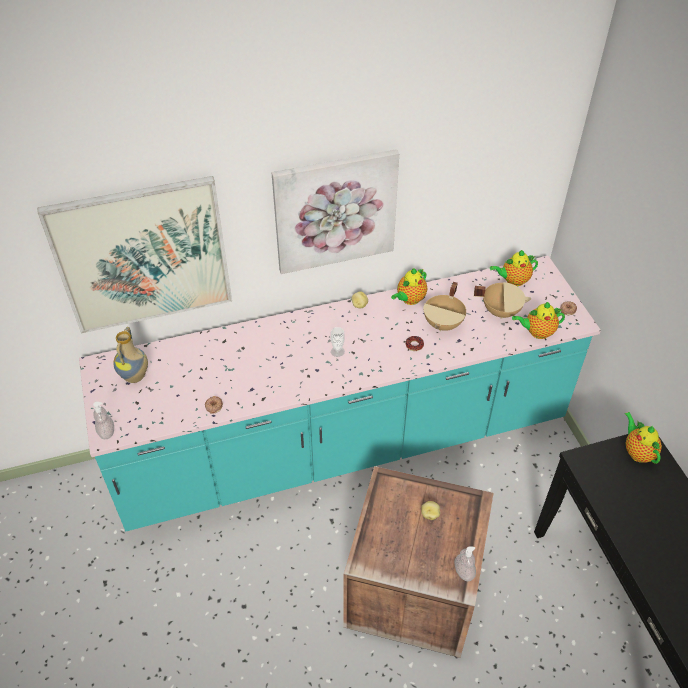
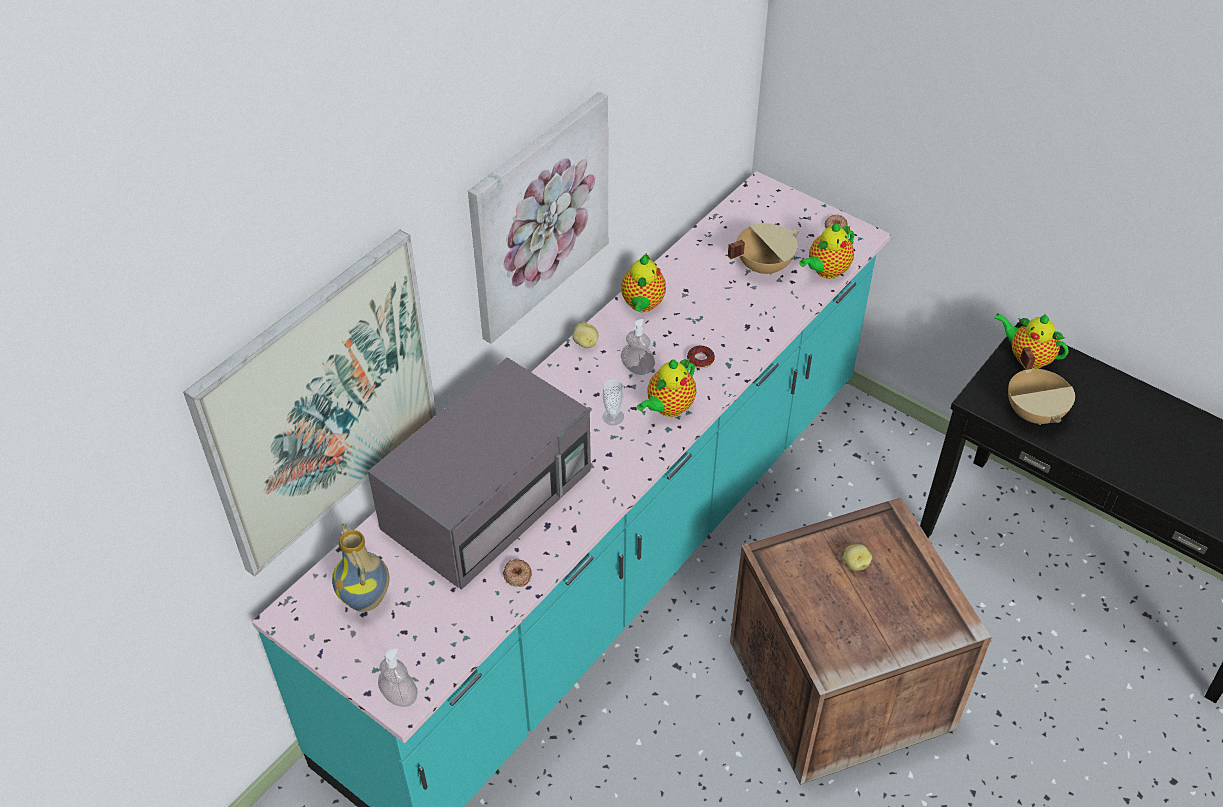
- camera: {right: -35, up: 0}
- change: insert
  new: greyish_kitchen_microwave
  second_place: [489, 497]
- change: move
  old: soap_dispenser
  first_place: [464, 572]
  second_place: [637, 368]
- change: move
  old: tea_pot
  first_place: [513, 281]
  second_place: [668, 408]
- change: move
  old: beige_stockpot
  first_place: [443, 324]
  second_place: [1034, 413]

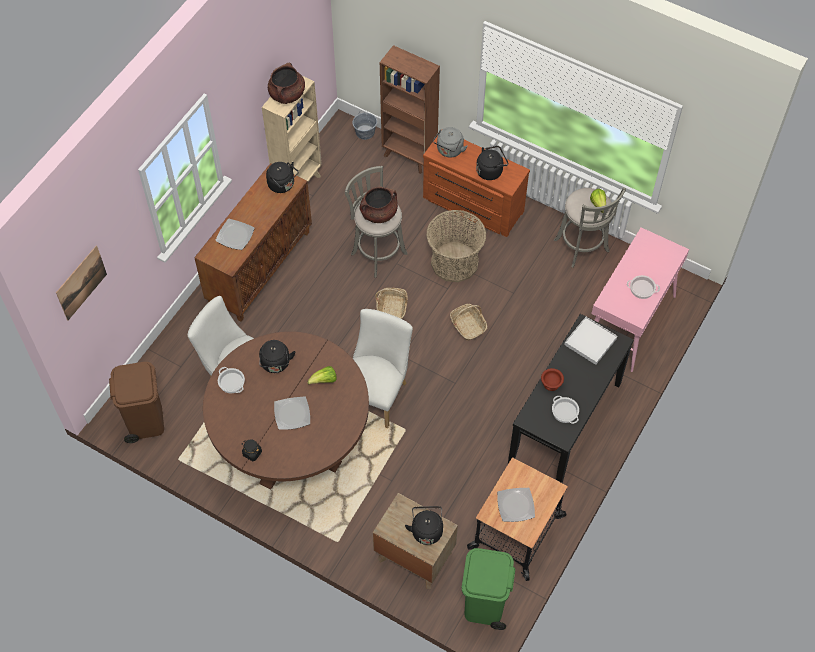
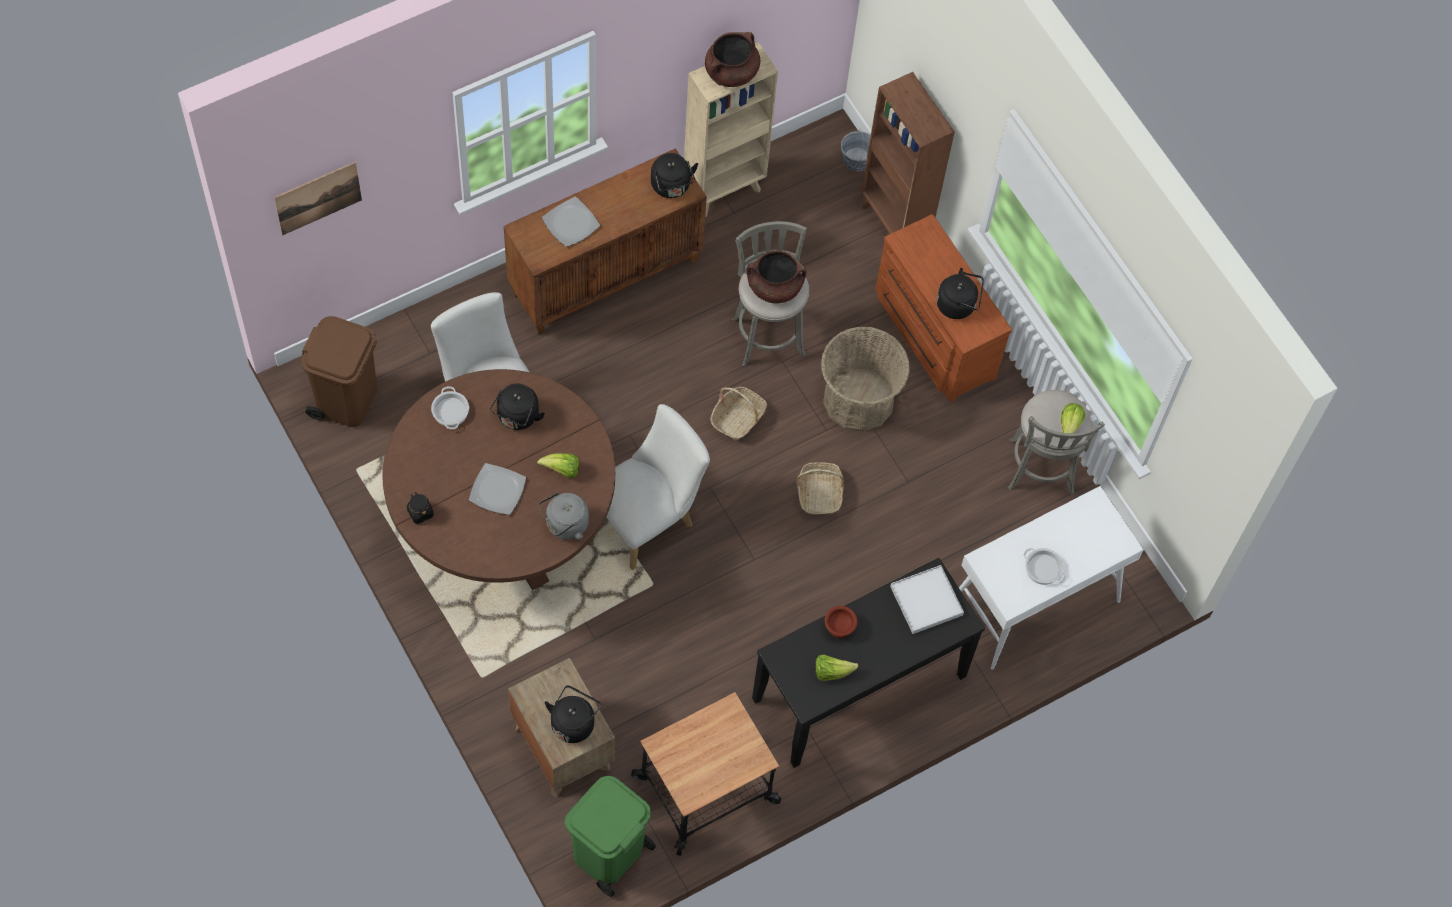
- camera: {right: 25, up: 5}
- change: move
  old: greyish_water_kettle
  first_place: [449, 151]
  second_place: [565, 525]
- change: replace
  old: stockpot
  new: lettuce
  first_place: [564, 411]
  second_place: [831, 671]
- change: recolor
  old: pink-coloured_console_table
  new: whitish_console_table
  first_place: [629, 322]
  second_place: [1033, 603]
- change: delete
  old: plate
  first_place: [515, 506]

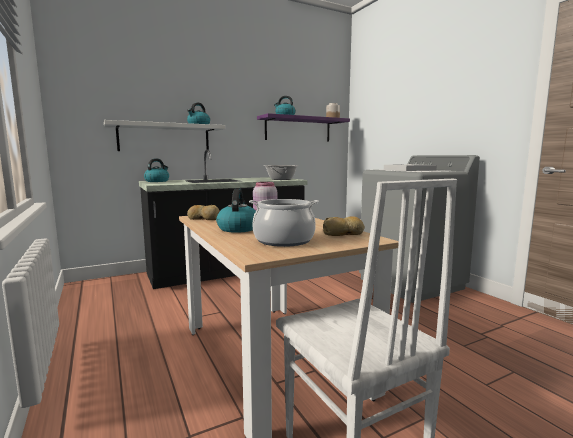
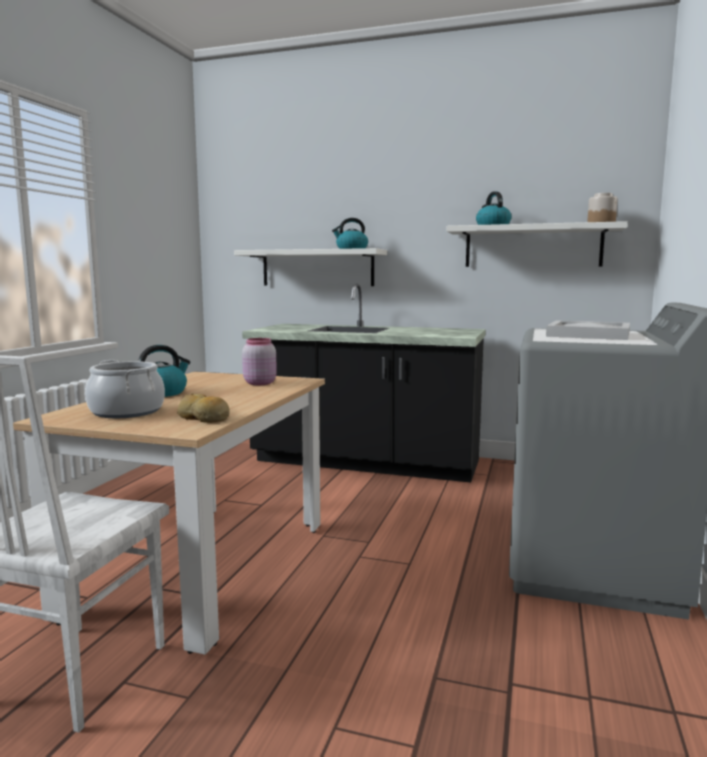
- camera: {right: 45, up: 0}
- change: recolor
  old: purple-coloured_wall_shelf
  new: whitish_wall_shelf
  first_place: [298, 129]
  second_place: [532, 246]
- change: delete
  old: water_kettle
  first_place: [157, 181]
- change: delete
  old: baked_bread
  first_place: [204, 218]
- change: delete
  old: stockpot
  first_place: [281, 179]

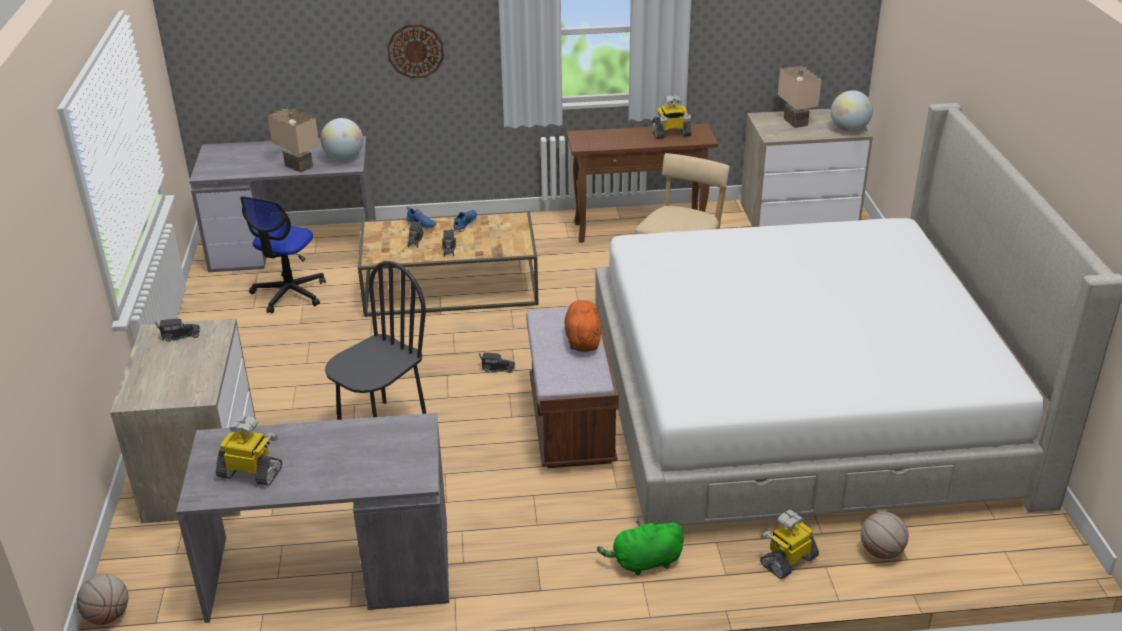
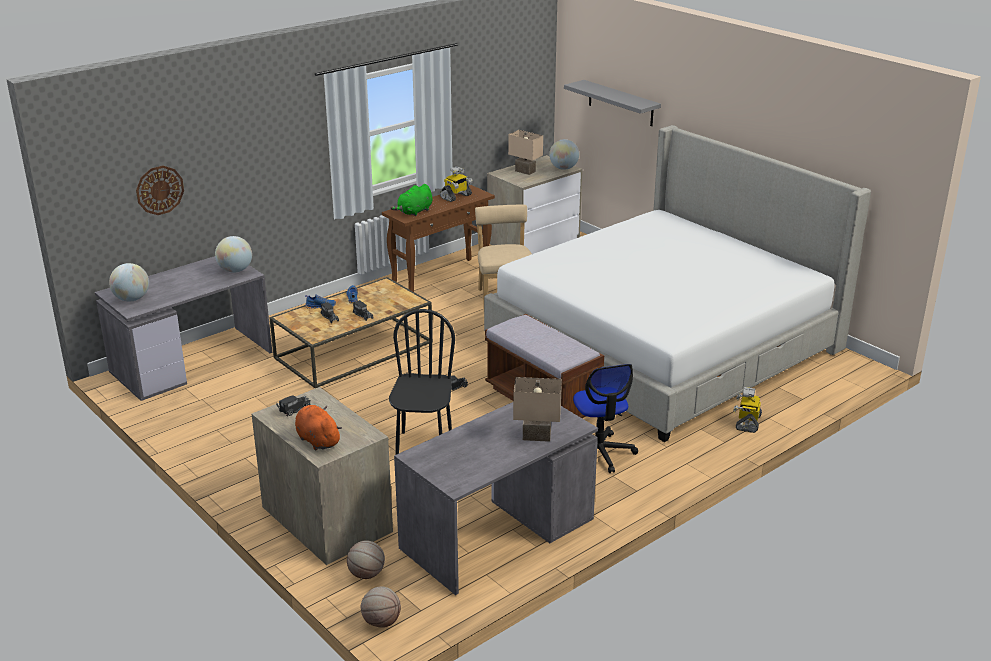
- camera: {right: -35, up: -5}
- change: insert
  new: desk_globe
  second_place: [132, 299]
- change: move
  old: hanging_clock
  first_place: [415, 51]
  second_place: [159, 190]
- change: move
  old: orange-coloured_plush_toy
  first_place: [582, 339]
  second_place: [317, 440]
- change: move
  old: basketball
  first_place: [881, 552]
  second_place: [366, 574]
- change: move
  old: green_plush_toy
  first_place: [644, 562]
  second_place: [414, 212]
- change: move
  old: beige_lamp_for_a_table
  first_place: [297, 167]
  second_place: [536, 437]
- change: insert
  new: greyish_wall_shelf
  second_place: [620, 103]
- change: move
  old: computer_chair
  first_place: [289, 294]
  second_place: [599, 453]
- change: delete
  old: toy_robot
  first_place: [251, 472]

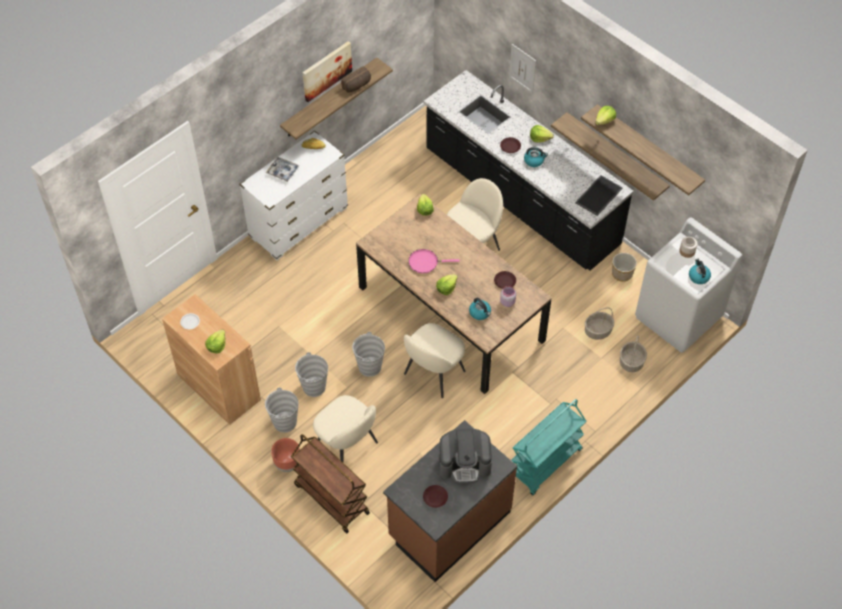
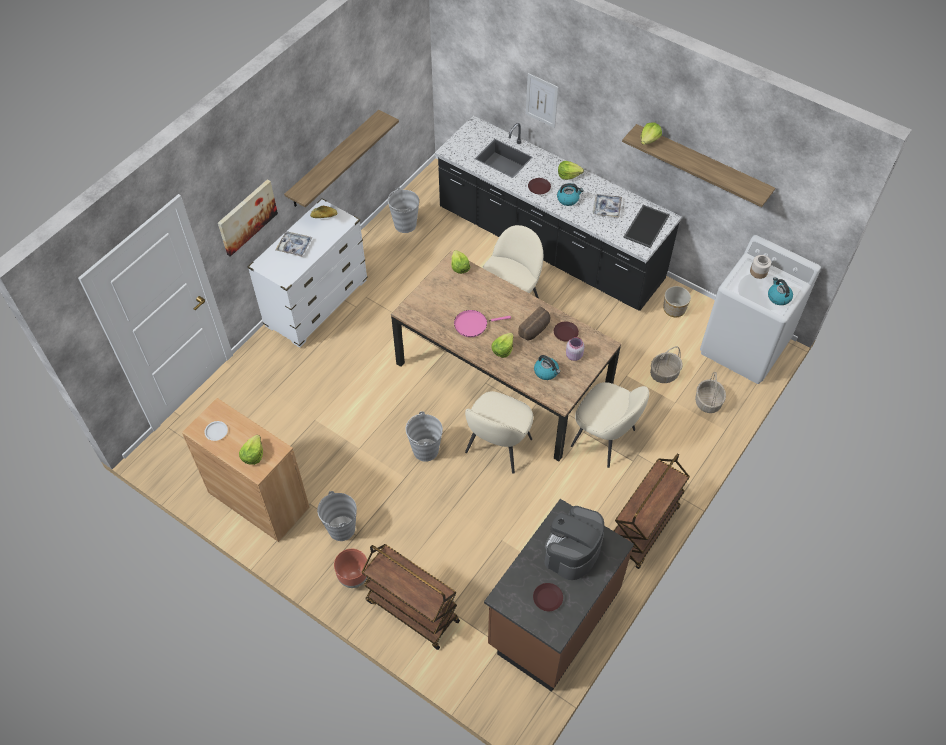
- camera: {right: -10, up: 0}
- change: move
  old: wall_picture
  first_place: [326, 70]
  second_place: [247, 217]
- change: move
  old: greyish_pail
  first_place: [313, 387]
  second_place: [405, 224]
- change: move
  old: baked_bread
  first_place: [357, 85]
  second_place: [535, 330]
- change: rotate
  old: coffee_maker
  first_place: [464, 463]
  second_place: [572, 550]
  degrees: 135
- change: move
  old: beige_chair
  first_place: [347, 446]
  second_place: [605, 439]
- change: insert
  new: carrying_tray
  second_place: [607, 208]
- change: recolor
  old: turquoise-coloured_cart
  new: brown_cart
  first_place: [545, 463]
  second_place: [644, 529]
- change: delete
  old: wall_shelf
  first_place: [616, 155]

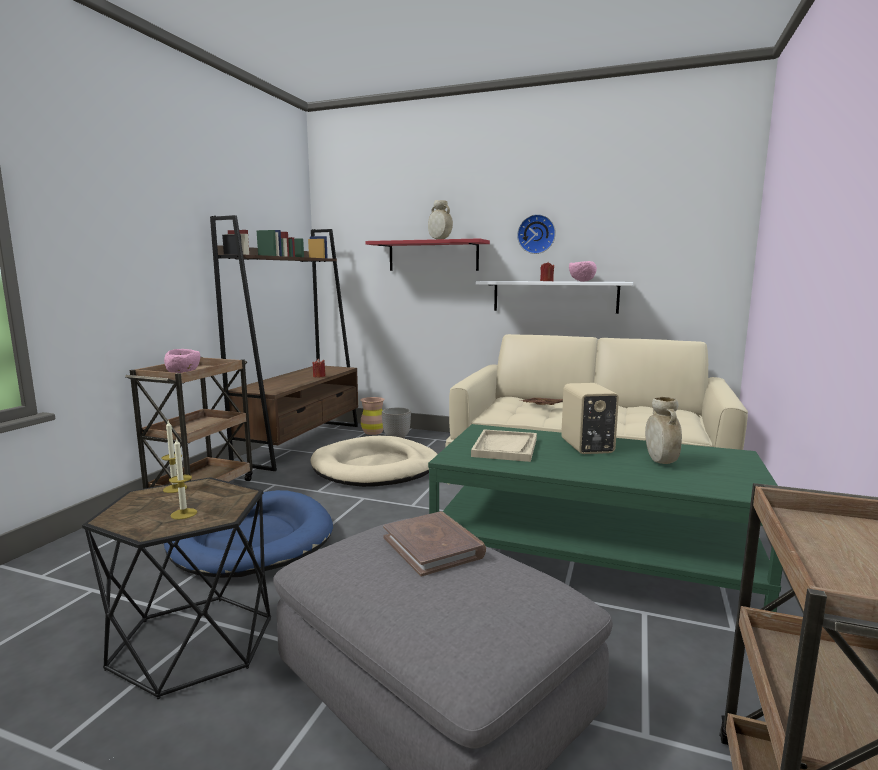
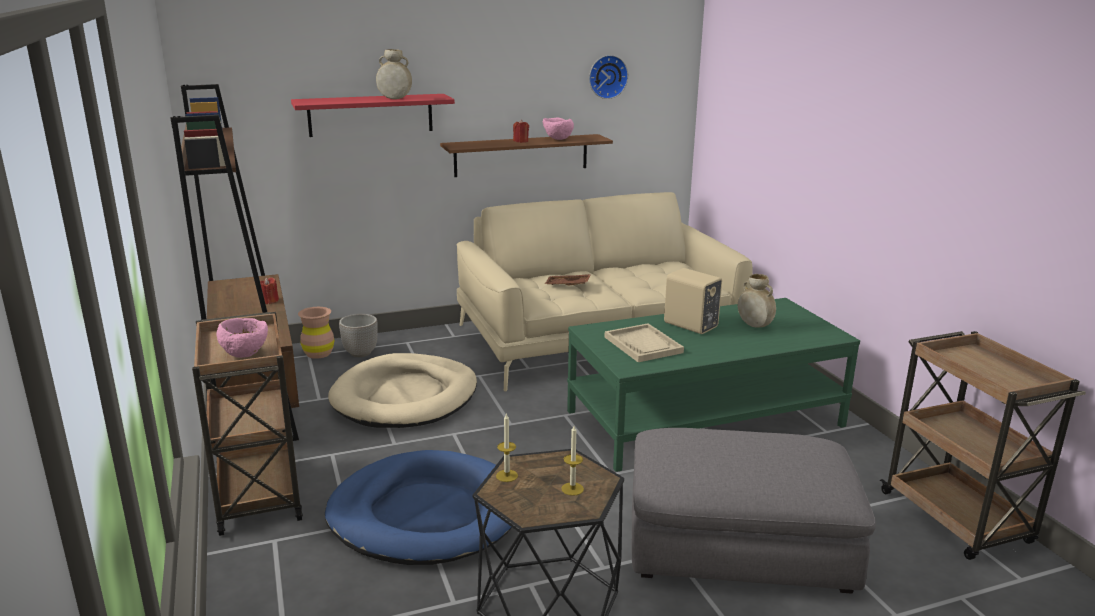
- camera: {right: -40, up: 10}
- change: recolor
  old: whitish_wall_shelf
  new: brown_wall_shelf
  first_place: [554, 296]
  second_place: [521, 155]
- change: move
  old: hanging_clock
  first_place: [536, 234]
  second_place: [607, 76]
- change: delete
  old: brown_bound_book
  first_place: [433, 546]

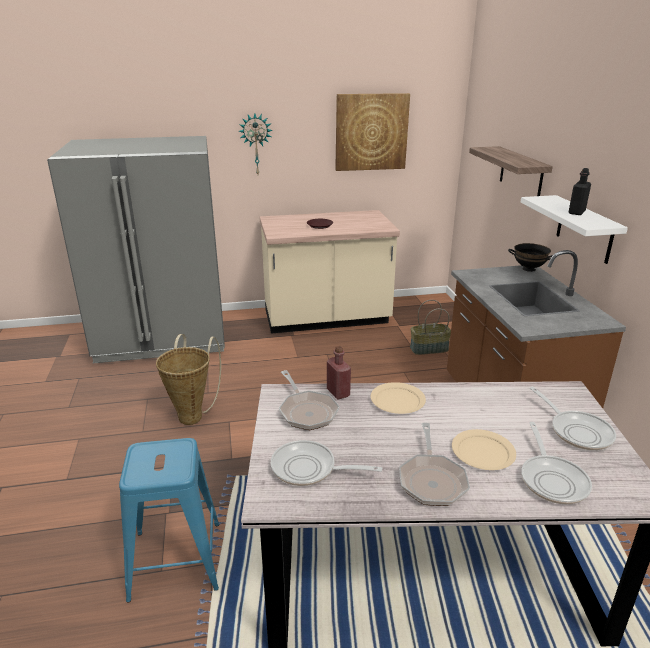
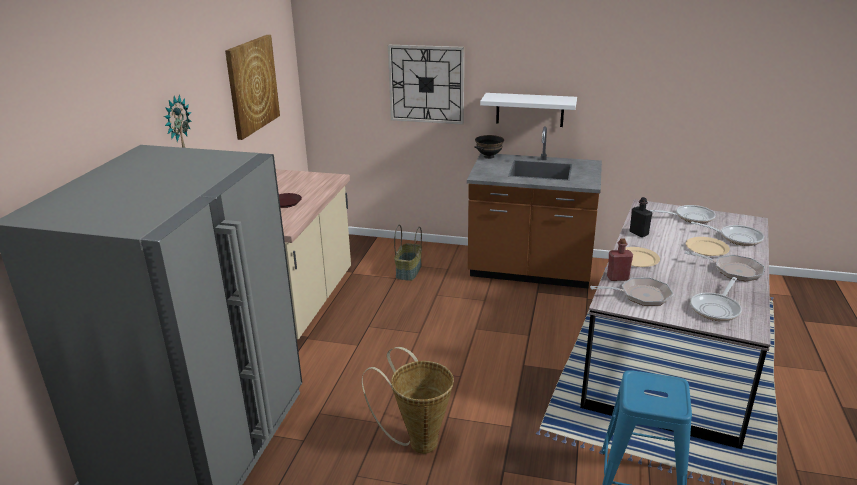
- camera: {right: -65, up: 0}
- change: replace
  old: wall_shelf
  new: hanging_clock
  first_place: [521, 172]
  second_place: [426, 84]
- change: move
  old: black_drink_bottle
  first_place: [576, 212]
  second_place: [638, 233]

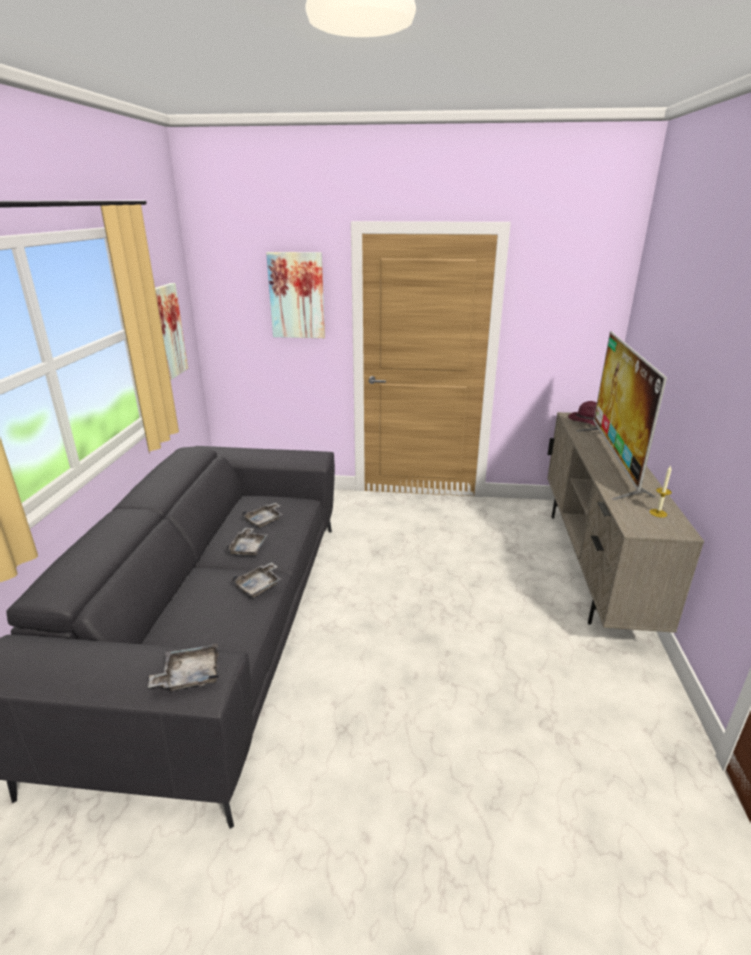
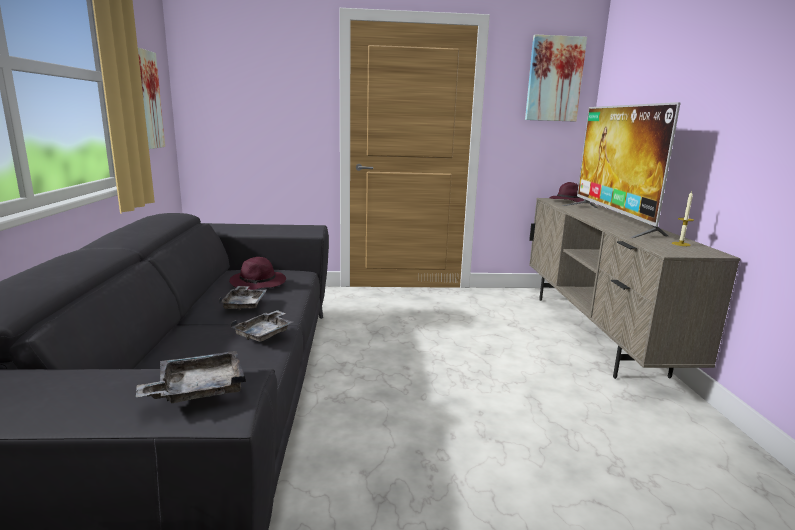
- camera: {right: -10, up: -10}
- change: replace
  old: greyish_carrying_tray
  new: purple-coloured_clothing_hat
  first_place: [264, 520]
  second_place: [259, 283]
- change: move
  old: wall_picture
  first_place: [297, 295]
  second_place: [554, 79]

